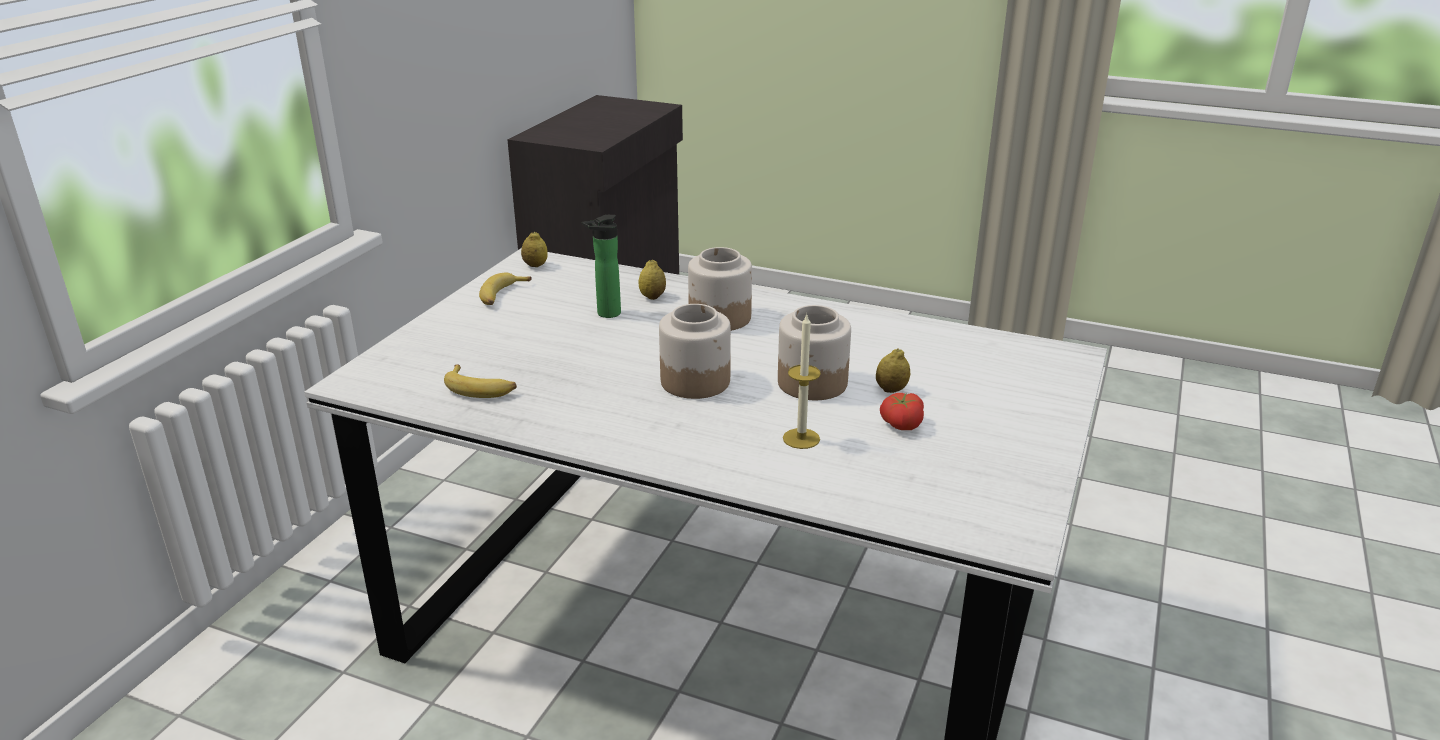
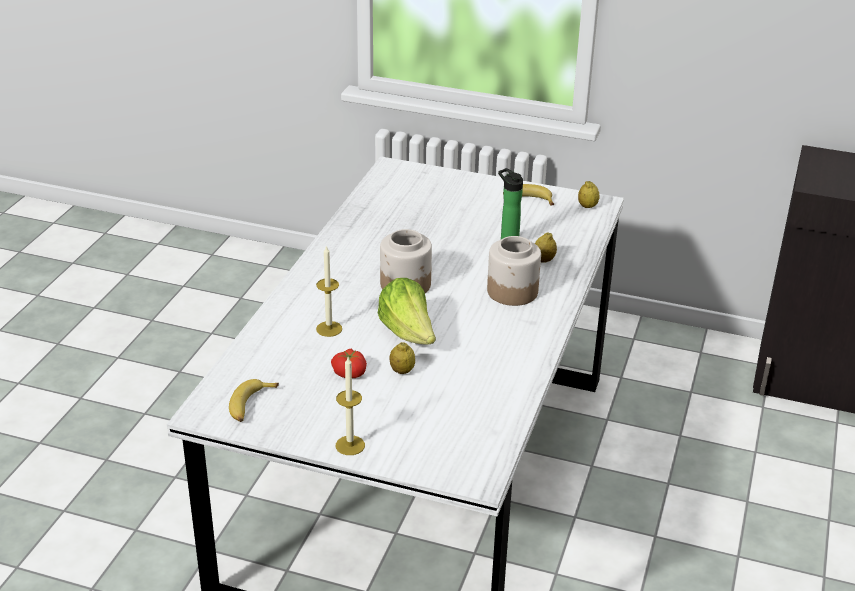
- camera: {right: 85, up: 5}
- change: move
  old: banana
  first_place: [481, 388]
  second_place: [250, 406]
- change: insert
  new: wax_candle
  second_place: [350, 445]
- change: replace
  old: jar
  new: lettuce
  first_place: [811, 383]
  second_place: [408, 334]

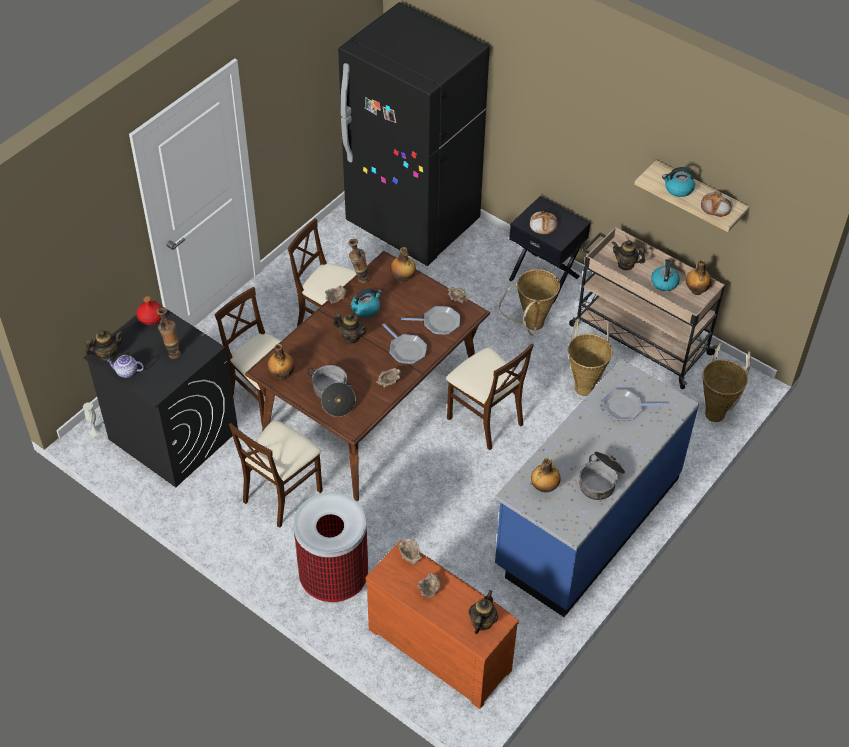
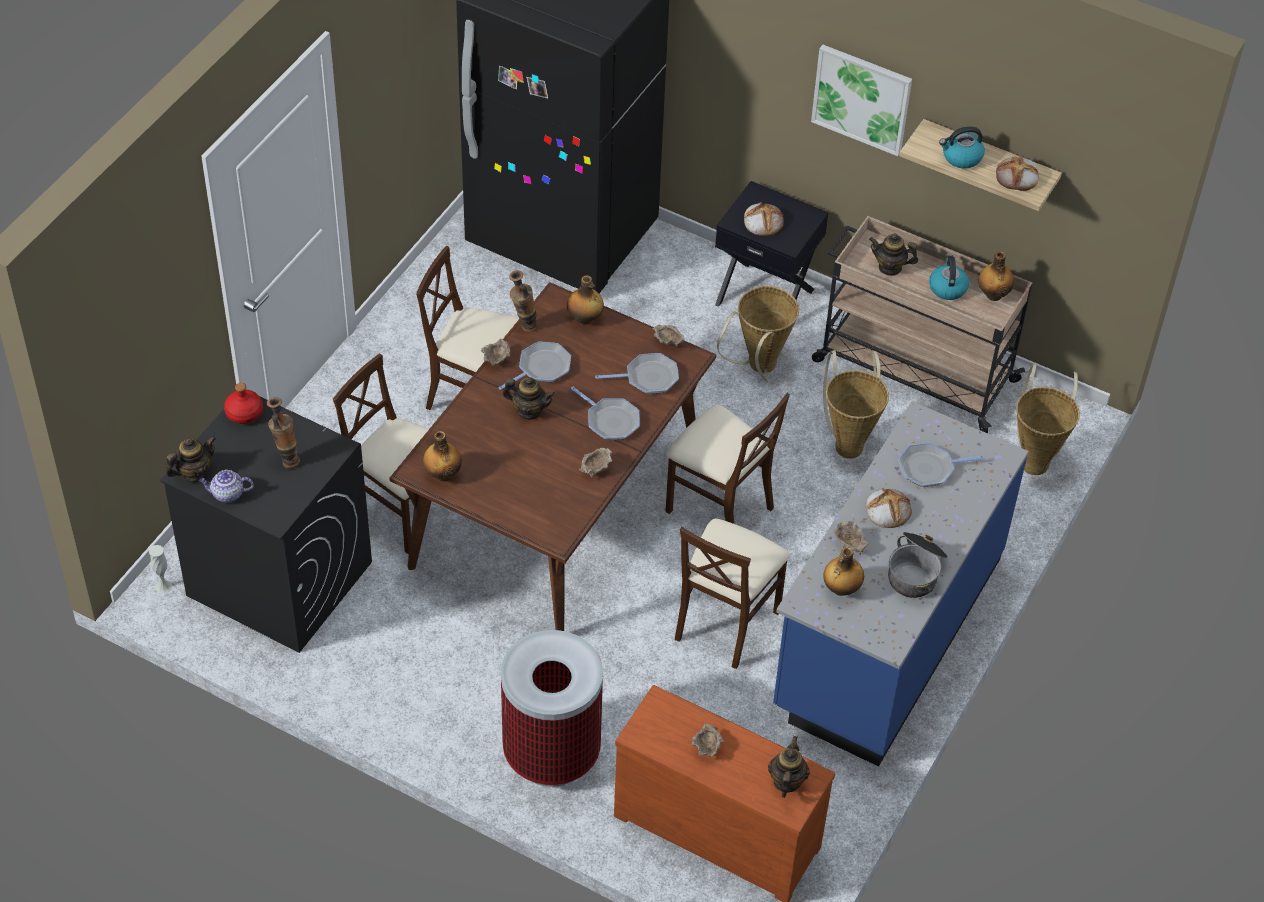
- camera: {right: -10, up: 0}
- change: replace
  old: water_kettle
  new: pan
  first_place: [366, 308]
  second_place: [542, 368]
- change: move
  old: beige_chair
  first_place: [282, 494]
  second_place: [725, 622]
- change: insert
  new: wall_picture
  second_place: [862, 98]
- change: move
  old: beige_deep_dish
  first_place: [410, 556]
  second_place: [849, 545]
- change: insert
  new: baked_bread
  second_place: [887, 510]
- change: delete
  old: stockpot
  first_place: [333, 396]

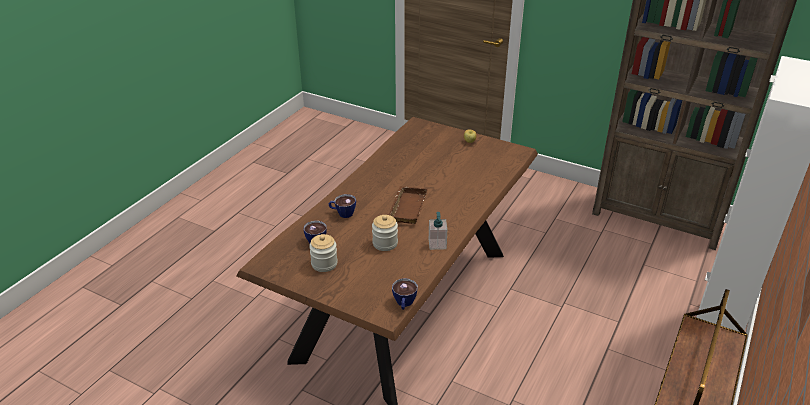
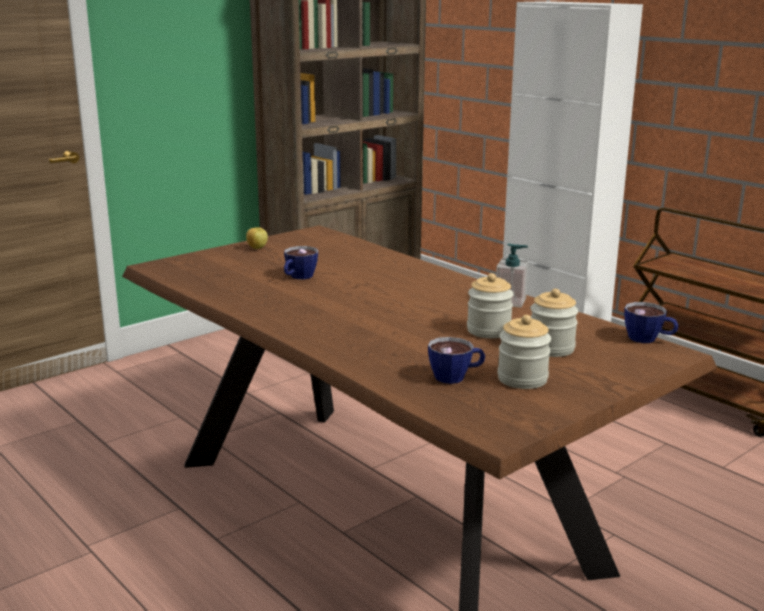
- camera: {right: -70, up: -15}
- change: move
  old: small_cup
  first_place: [342, 213]
  second_place: [298, 277]
- change: insert
  new: jar
  second_place: [551, 348]
- change: delete
  old: brown_carrying_tray
  first_place: [406, 207]

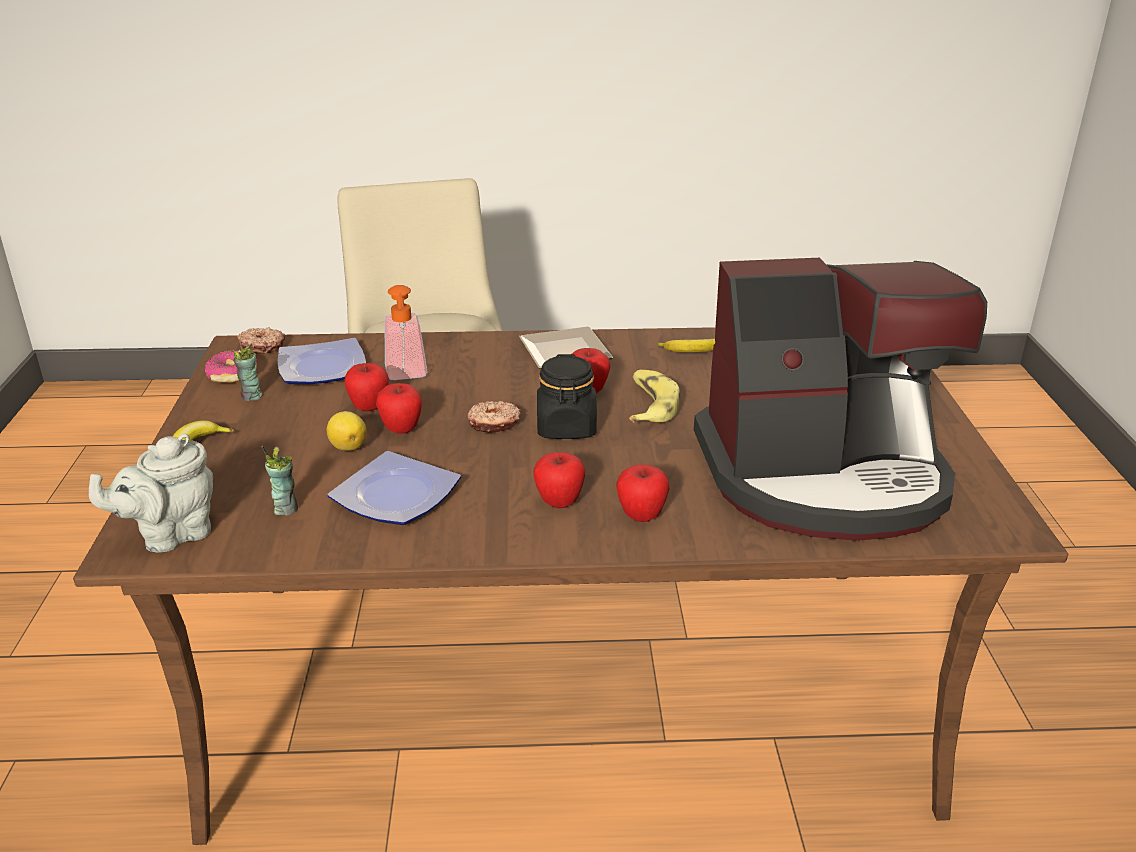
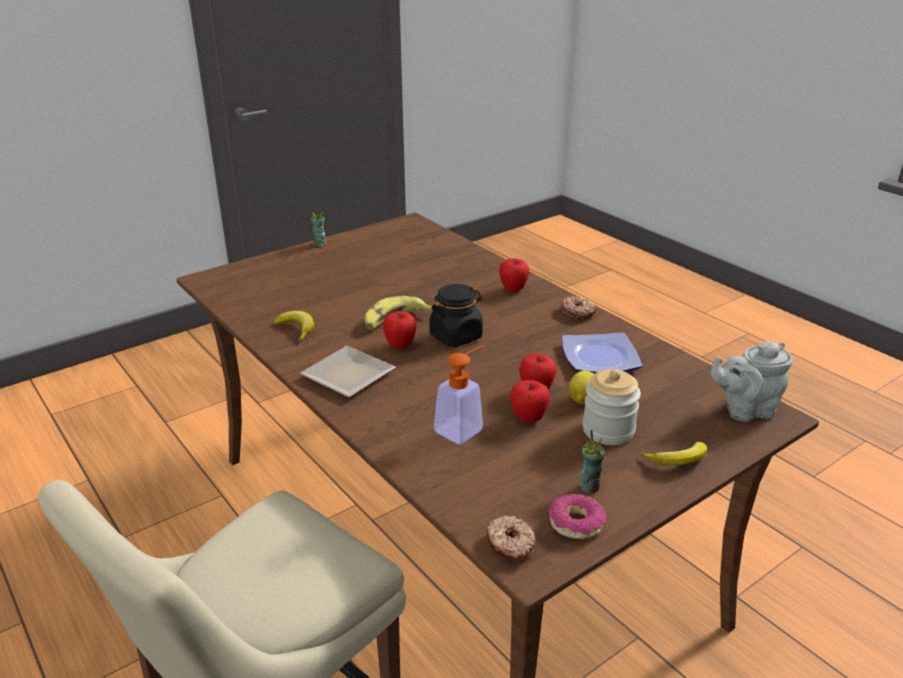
- camera: {right: -125, up: 0}
- change: move
  old: small_cup
  first_place: [286, 508]
  second_place: [319, 244]
- change: move
  old: donut
  first_place: [494, 424]
  second_place: [577, 312]
- change: insert
  new: jar
  second_place: [608, 430]
- change: rotate
  old: greyish_tea_pot
  first_place: [171, 535]
  second_place: [745, 410]
  degrees: 150
- change: delete
  old: plate
  first_place: [321, 369]
- change: delete
  old: apple
  first_place: [559, 502]
- change: delete
  old: coffee_maker
  first_place: [823, 476]

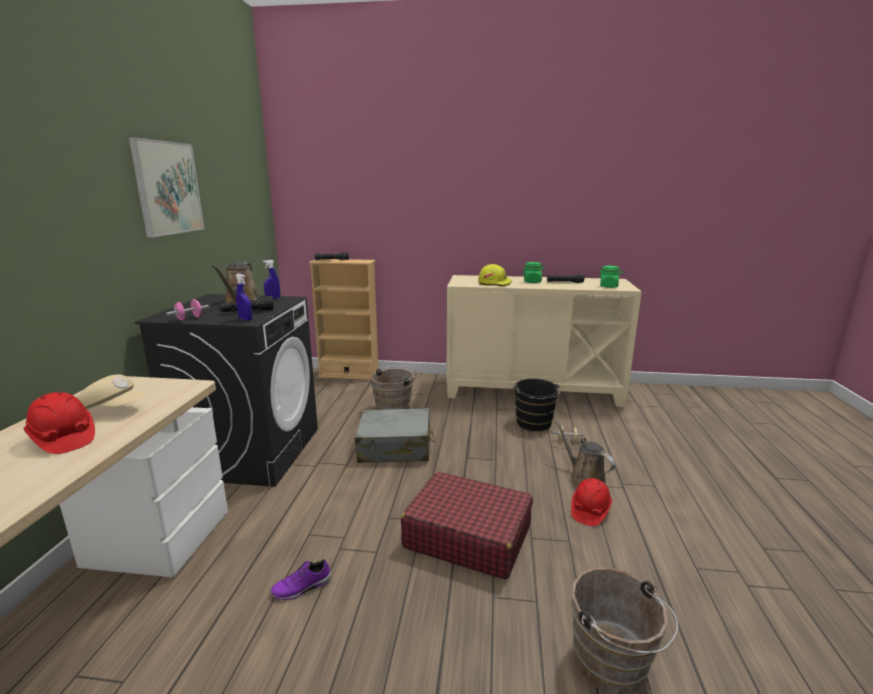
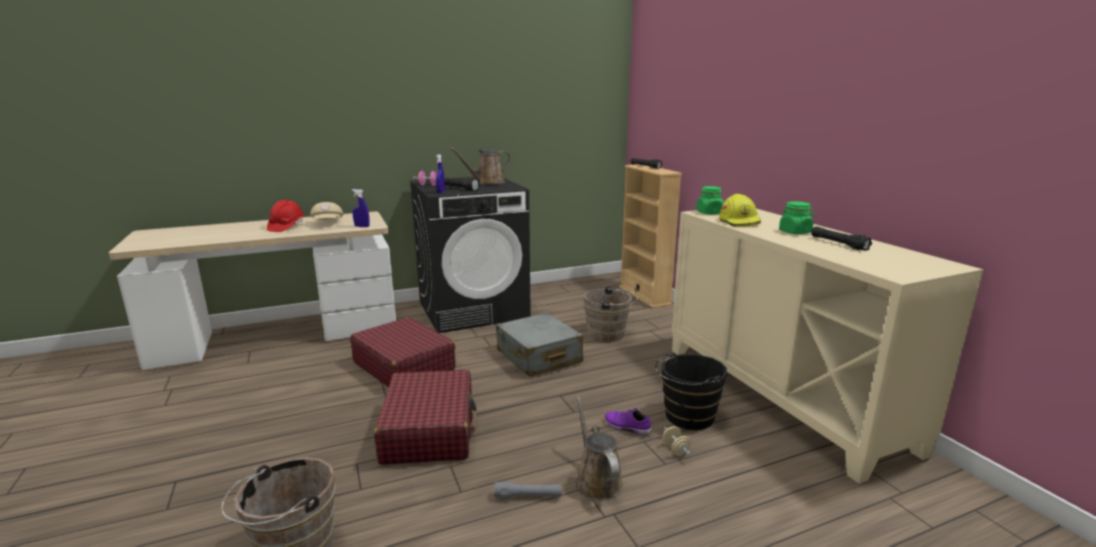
- camera: {right: 60, up: 0}
- change: insert
  new: red-coloured_suitcase
  second_place: [404, 366]
- change: move
  old: blue_hand_sprayer
  first_place: [273, 299]
  second_place: [362, 226]
- change: replace
  old: red-coloured_hard_hat
  new: greyish_flashlight
  first_place: [589, 511]
  second_place: [528, 496]
- change: rotate
  old: brown_sprinkling_can
  first_place: [584, 478]
  second_place: [596, 480]
  degrees: -45
- change: move
  old: purple-coloured_item_of_footwear
  first_place: [302, 588]
  second_place: [626, 427]
- change: move
  old: green_jar
  first_place: [609, 286]
  second_place: [709, 213]
- change: delete
  old: wall_picture
  first_place: [168, 188]

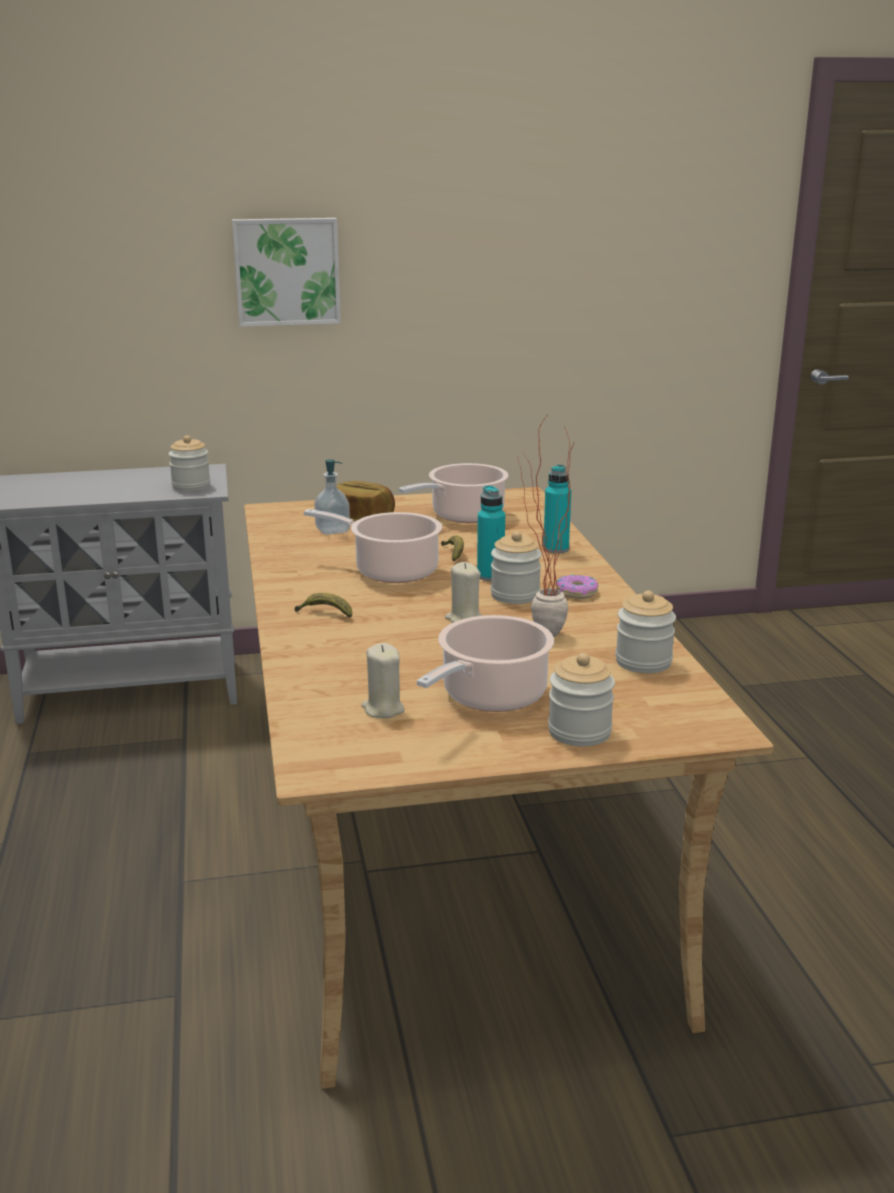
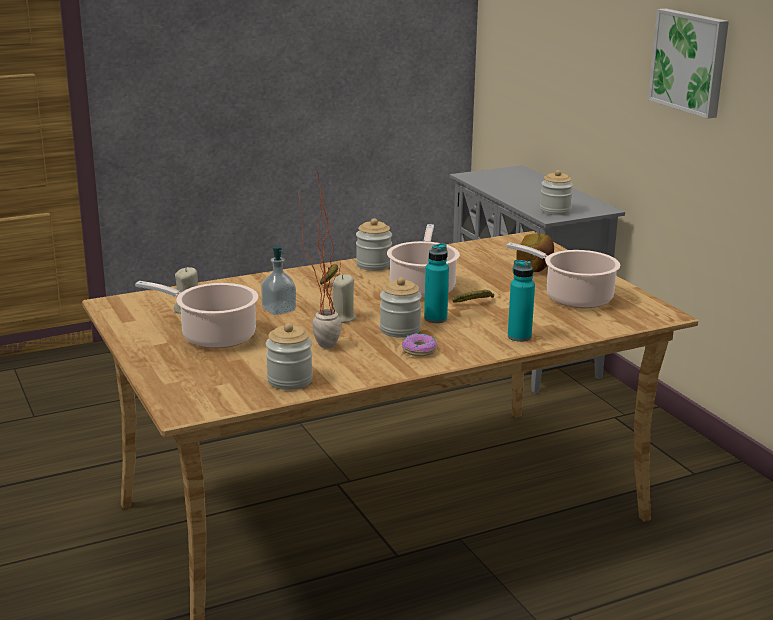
- camera: {right: 75, up: 0}
- change: move
  old: soap_dispenser
  first_place: [332, 530]
  second_place: [279, 310]
- change: move
  old: jar
  first_place: [579, 732]
  second_place: [373, 265]

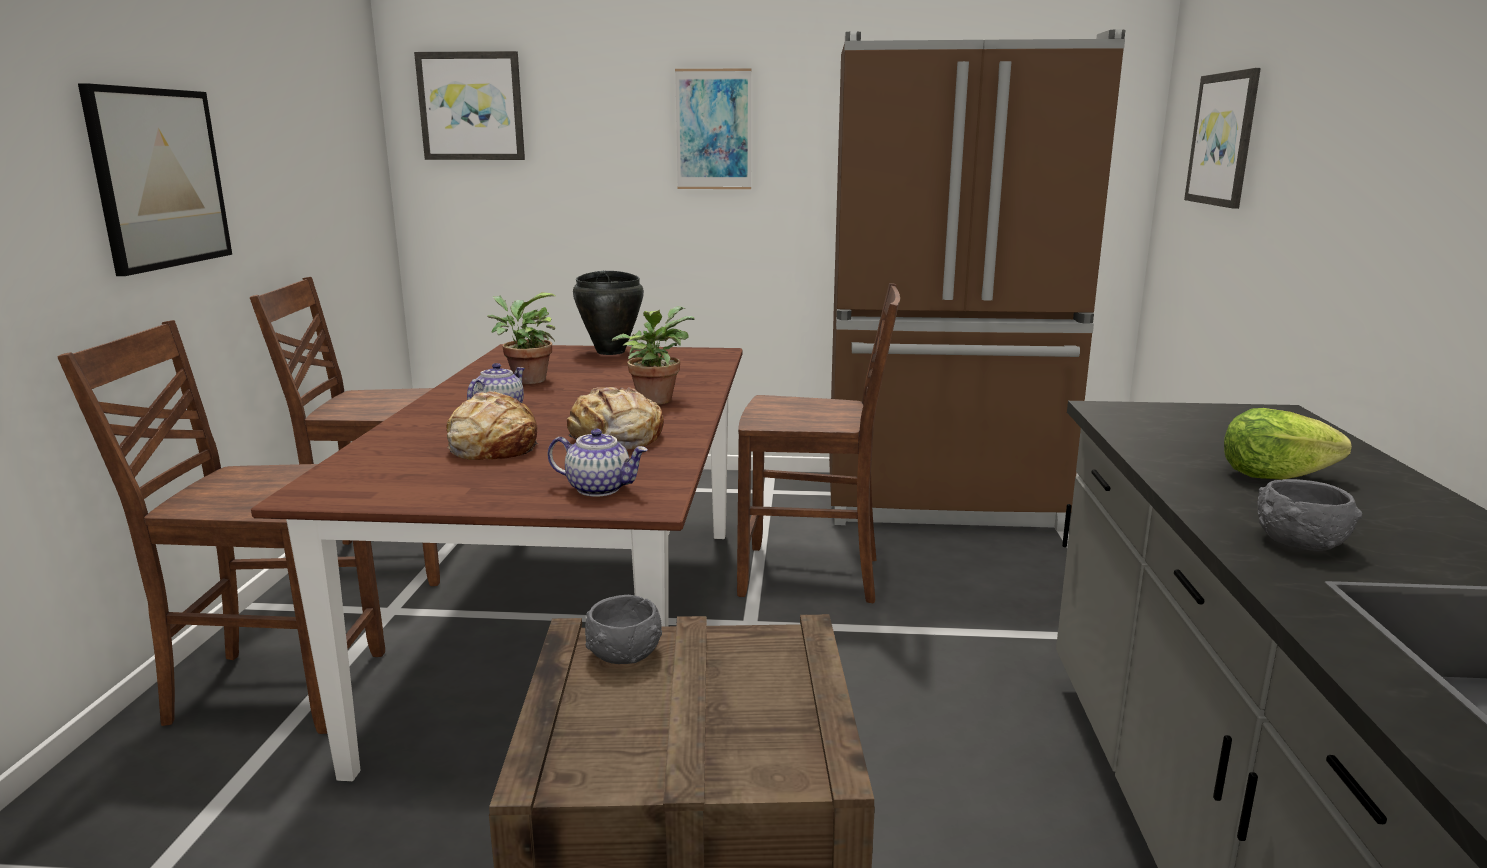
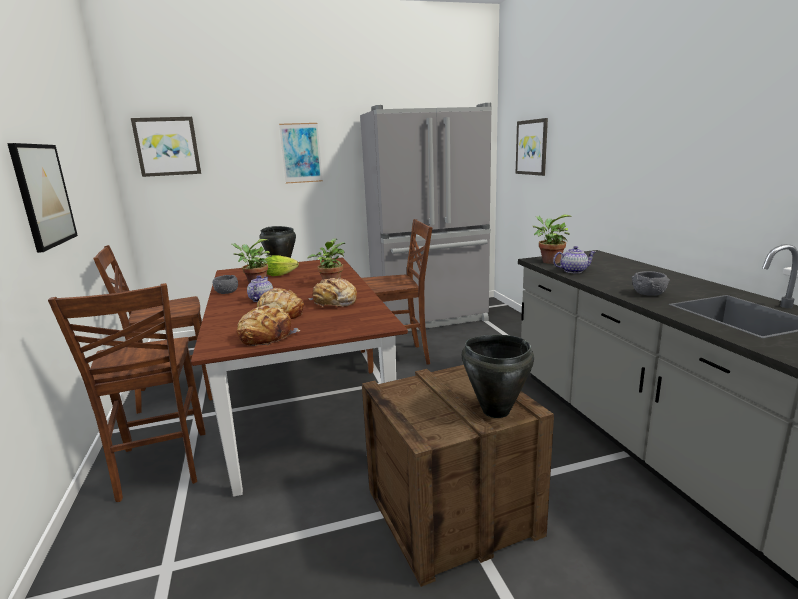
- camera: {right: -20, up: 0}
- change: rotate
  old: brown_chair
  first_place: [274, 688]
  second_place: [161, 466]
  degrees: -90
- change: move
  old: greyish_deep_dish
  first_place: [624, 653]
  second_place: [227, 292]
- change: insert
  new: baked_bread
  second_place: [266, 336]
- change: move
  old: lettuce
  first_place: [1273, 476]
  second_place: [280, 275]
- change: recolor
  old: brown_kitchen_fridge
  new: greyish_kitchen_fridge
  first_place: [942, 503]
  second_place: [430, 318]
- change: insert
  new: black_stockpot
  second_place: [495, 410]
- change: insert
  new: plant_in_a_pot
  second_place: [548, 261]
- change: move
  old: tea_pot
  first_place: [600, 488]
  second_place: [573, 271]

